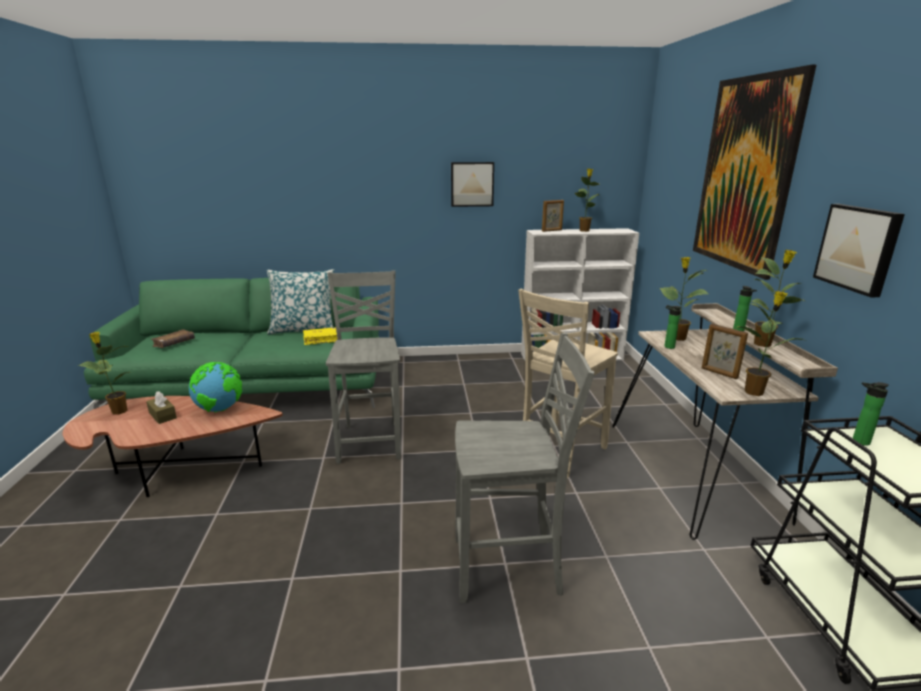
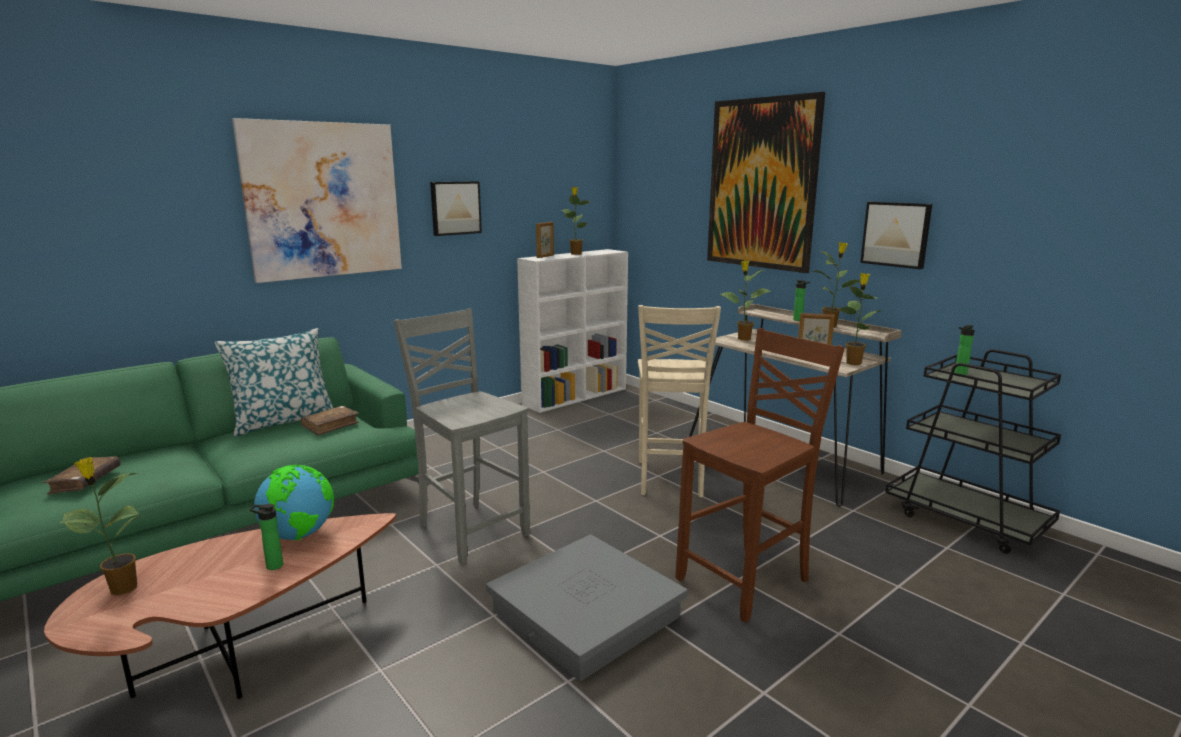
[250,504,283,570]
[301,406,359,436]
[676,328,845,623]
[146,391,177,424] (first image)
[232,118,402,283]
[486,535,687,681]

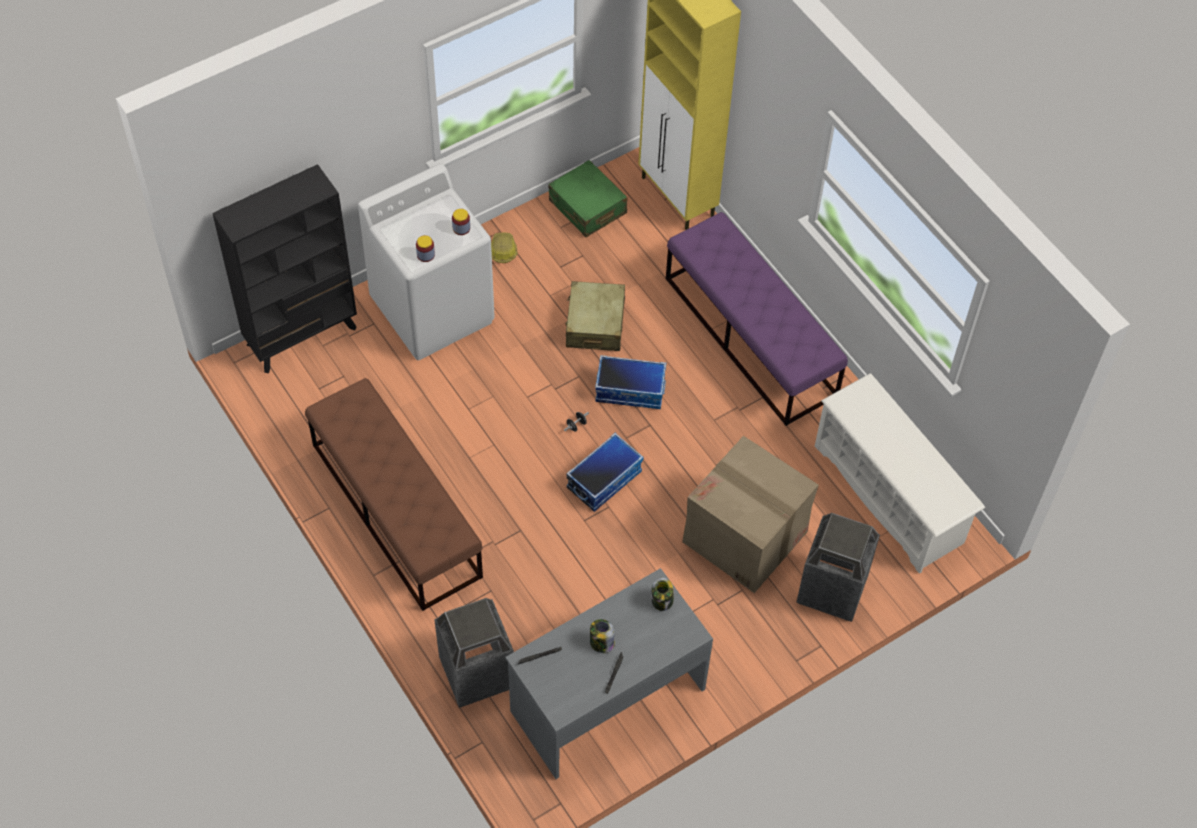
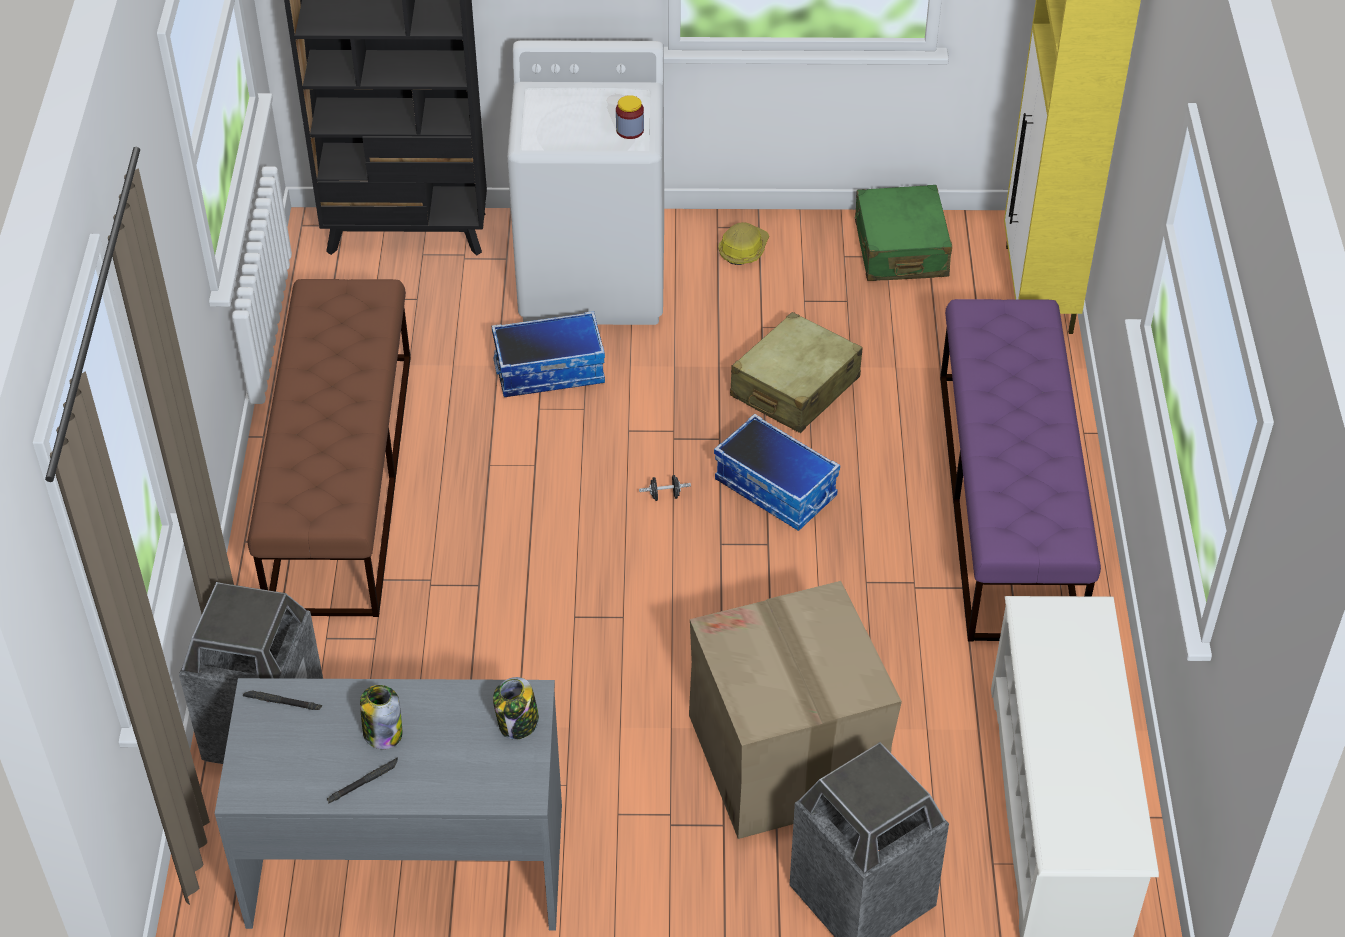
[416,235,435,262] (first image)
[492,311,605,397]

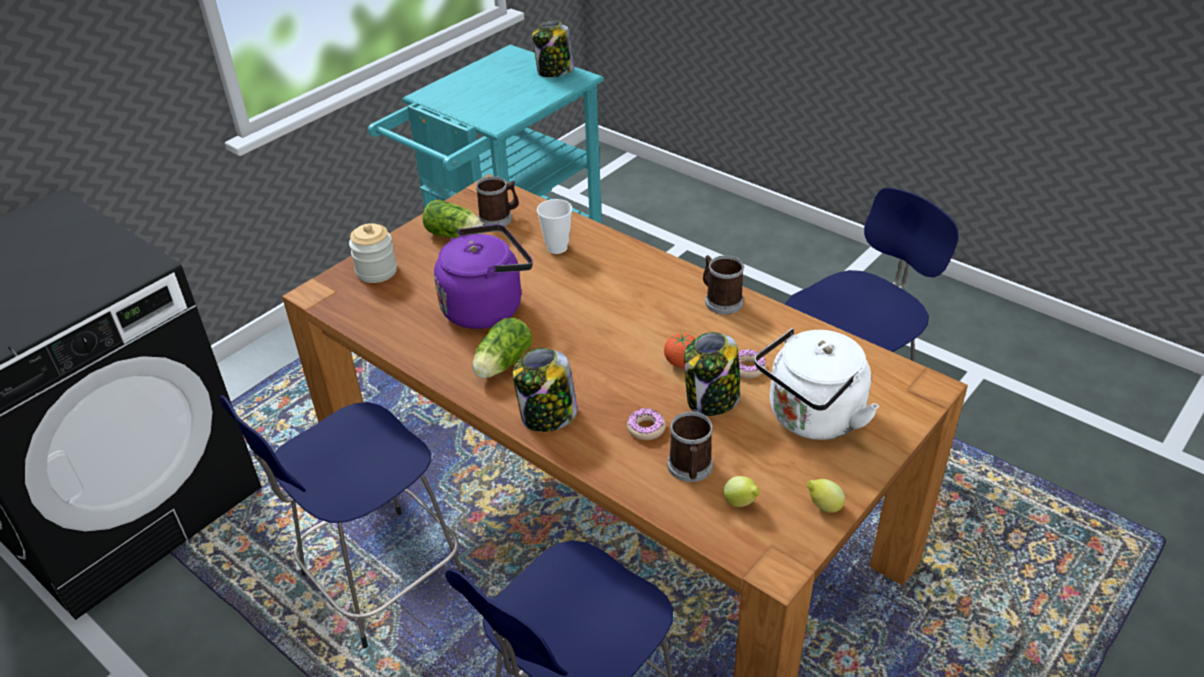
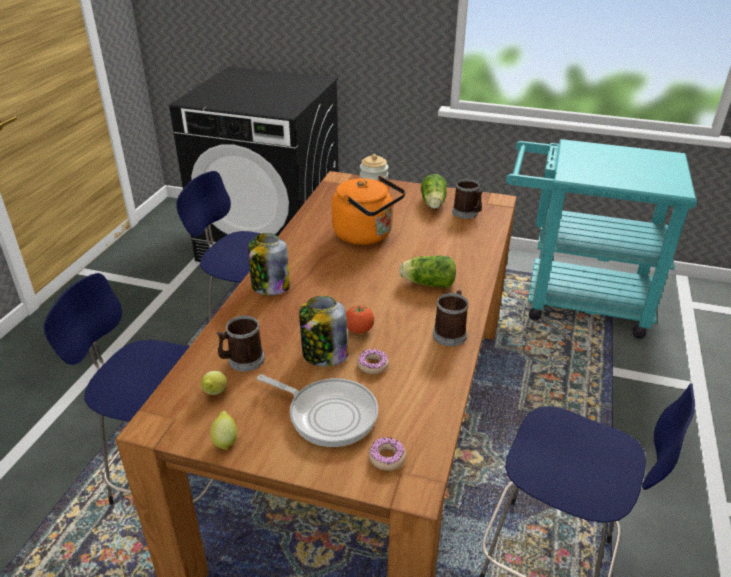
[532,20,574,77] (first image)
[537,199,572,254] (first image)
[332,176,406,245]
[399,256,456,288]
[257,374,378,447]
[368,437,406,471]

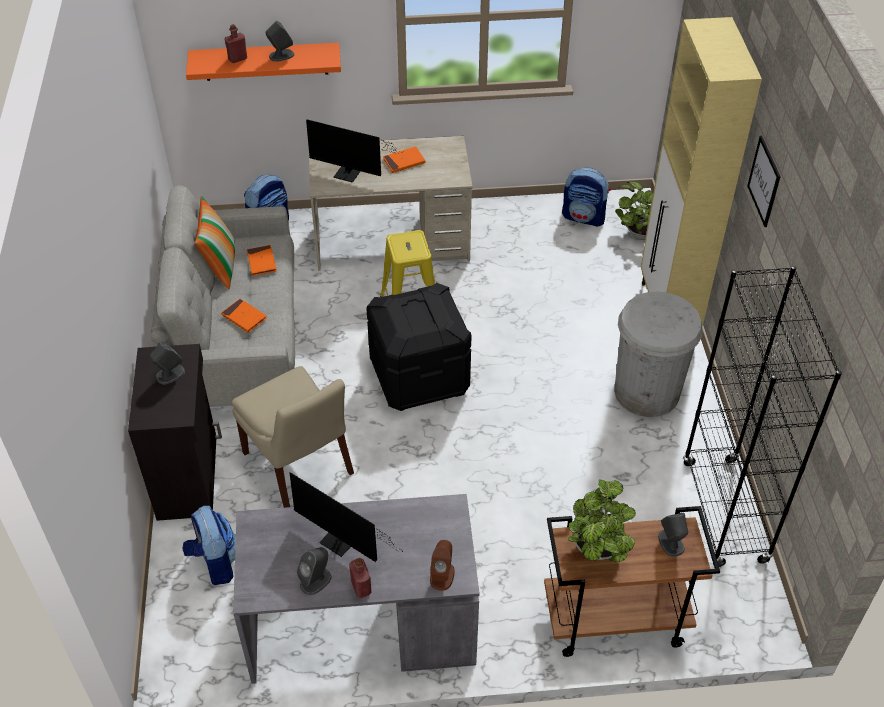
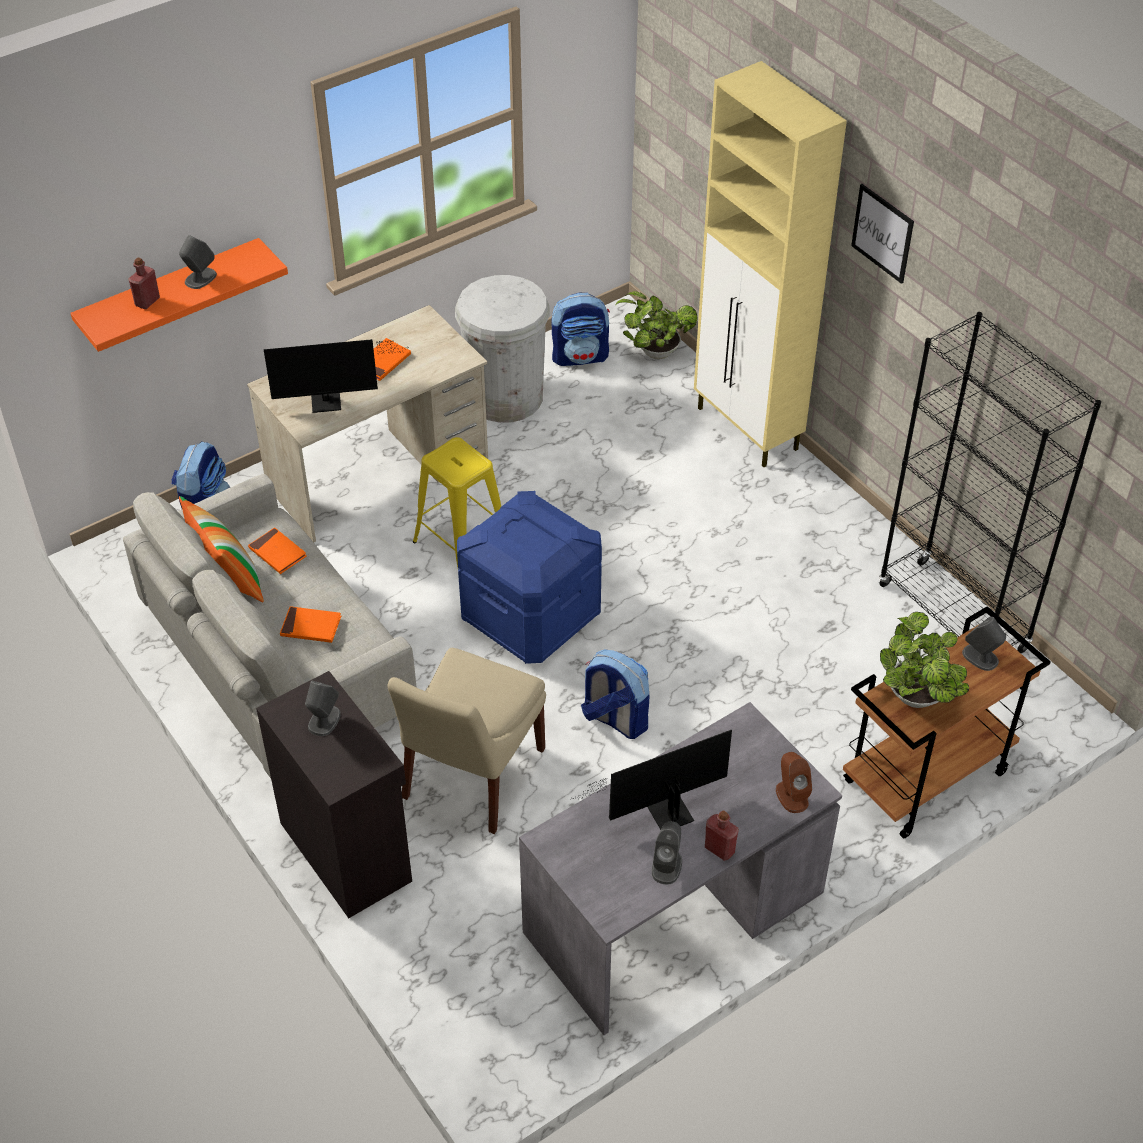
[457,491,602,664]
[455,275,550,423]
[388,648,546,834]
[570,730,732,830]
[581,649,649,739]

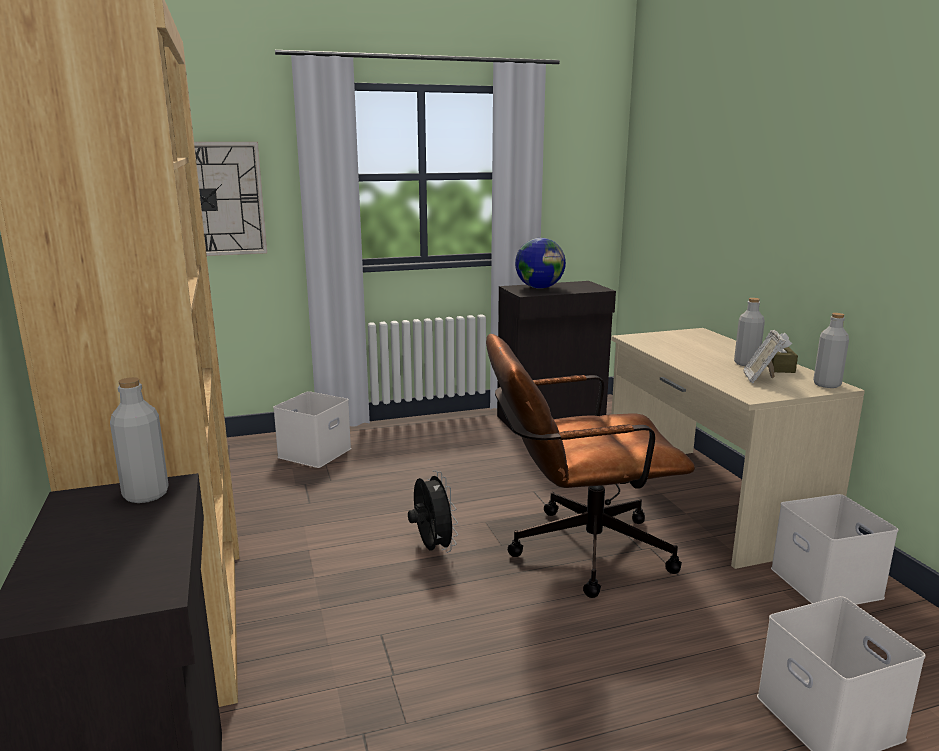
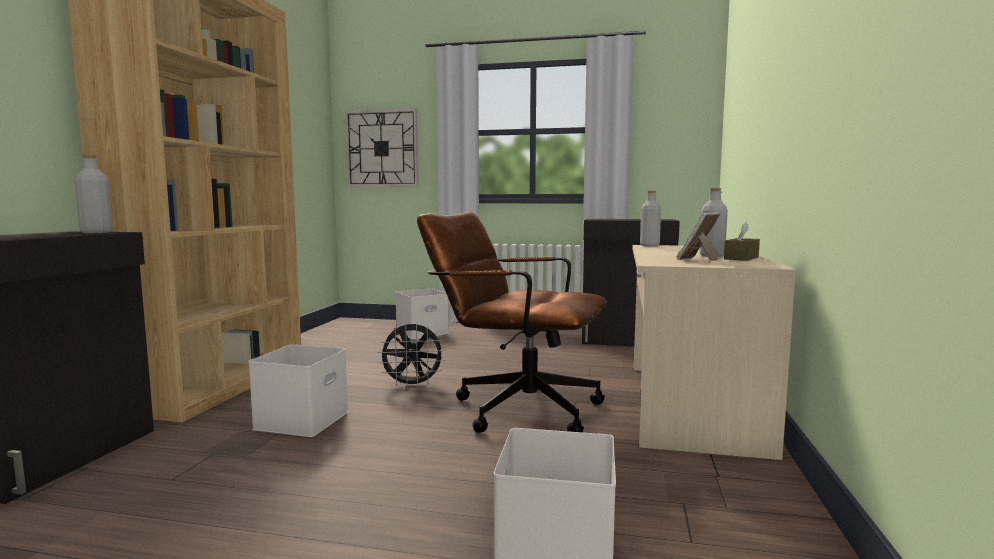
[515,238,566,289] (first image)
[640,191,661,246]
[378,323,446,389]
[248,344,348,437]

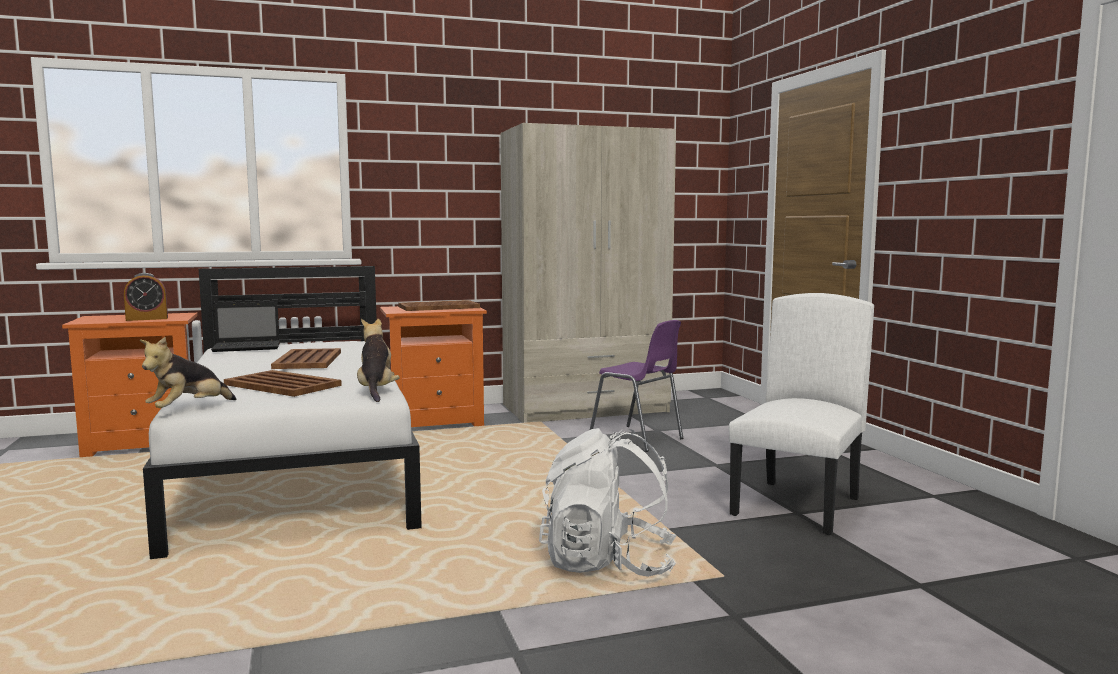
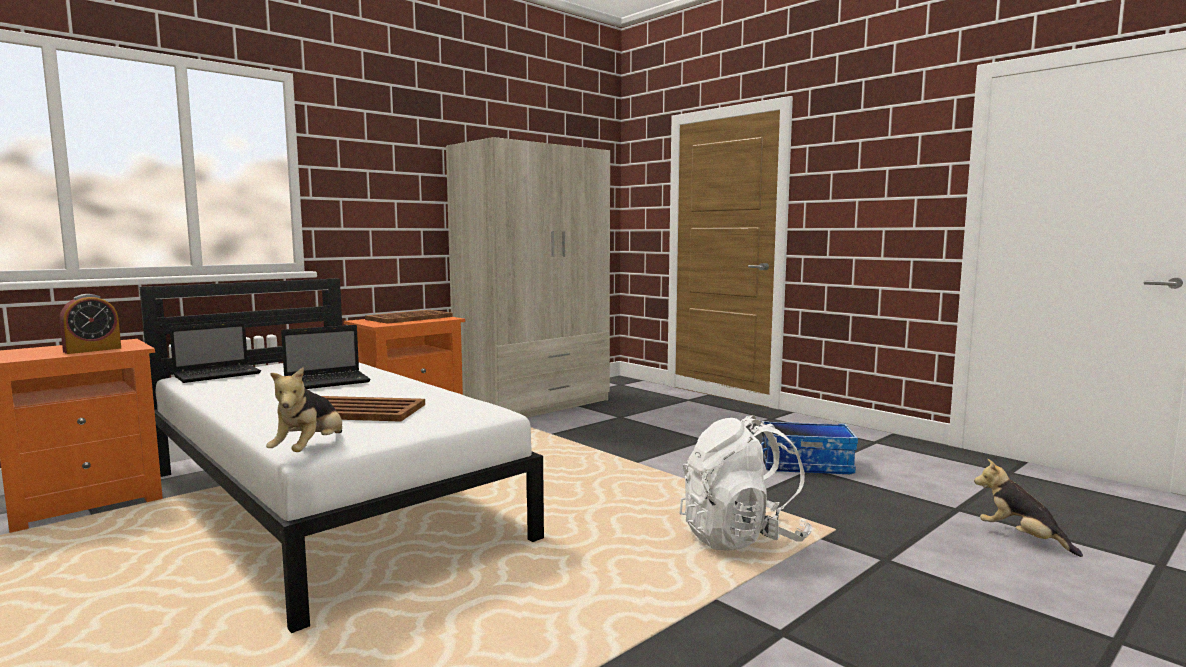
[761,421,858,474]
[974,459,1083,557]
[590,320,683,452] (first image)
[281,325,371,389]

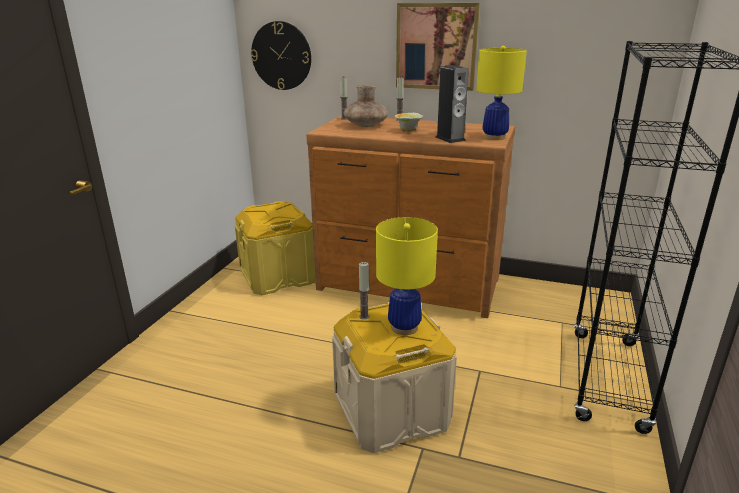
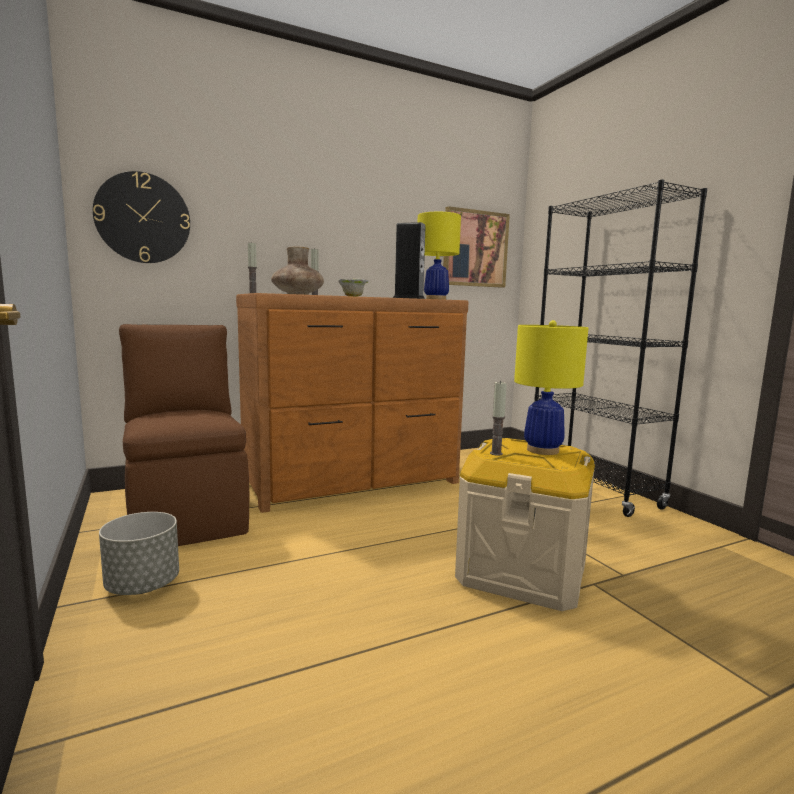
[443,206,510,288]
[119,324,249,546]
[99,512,179,595]

